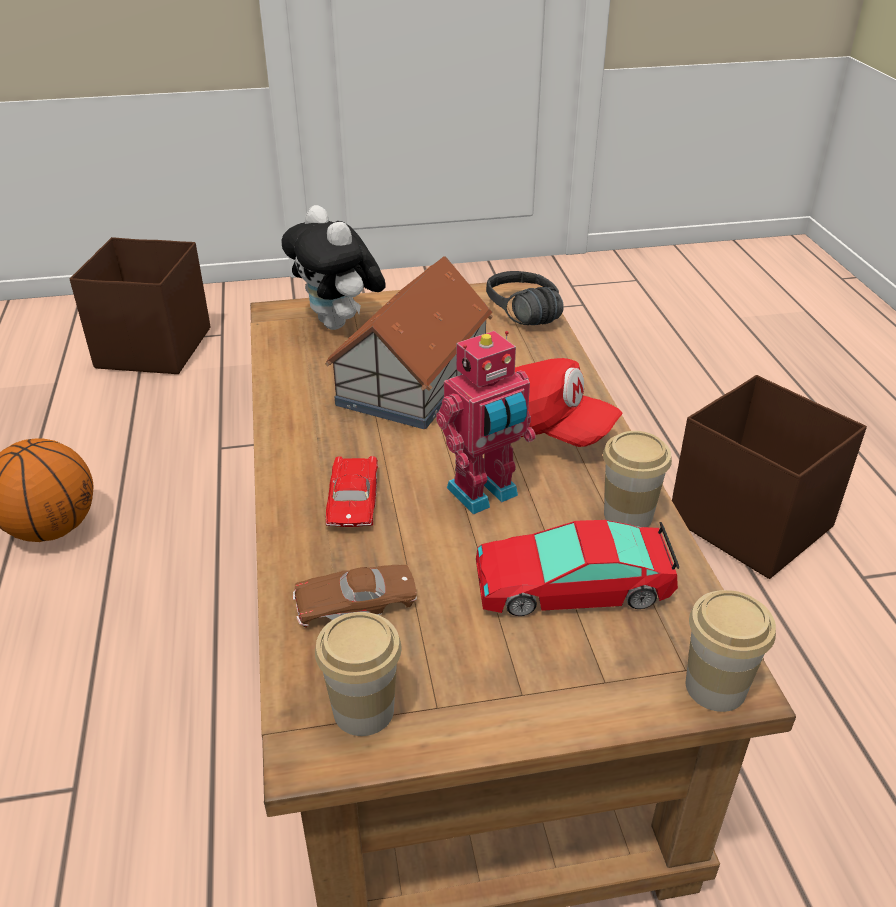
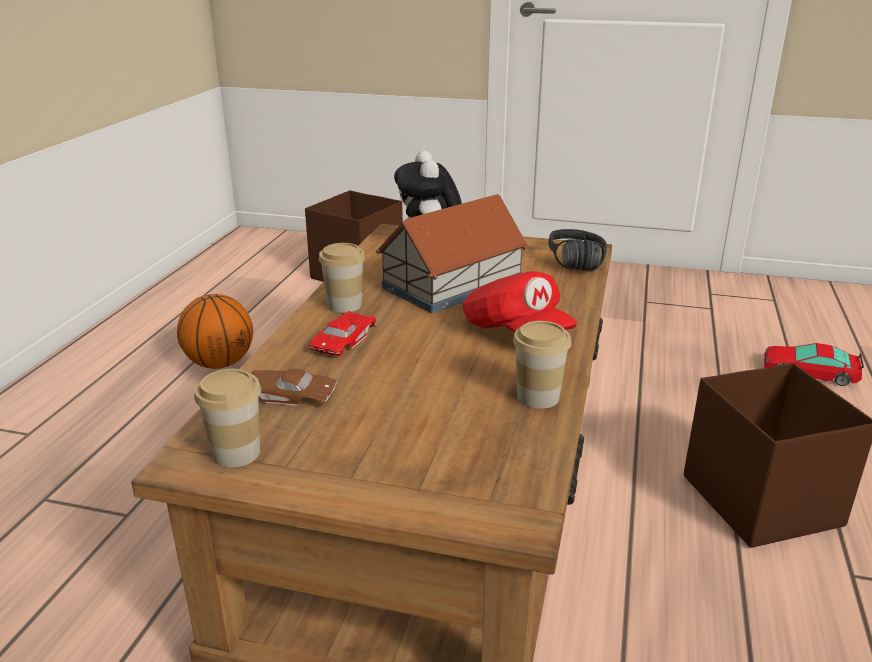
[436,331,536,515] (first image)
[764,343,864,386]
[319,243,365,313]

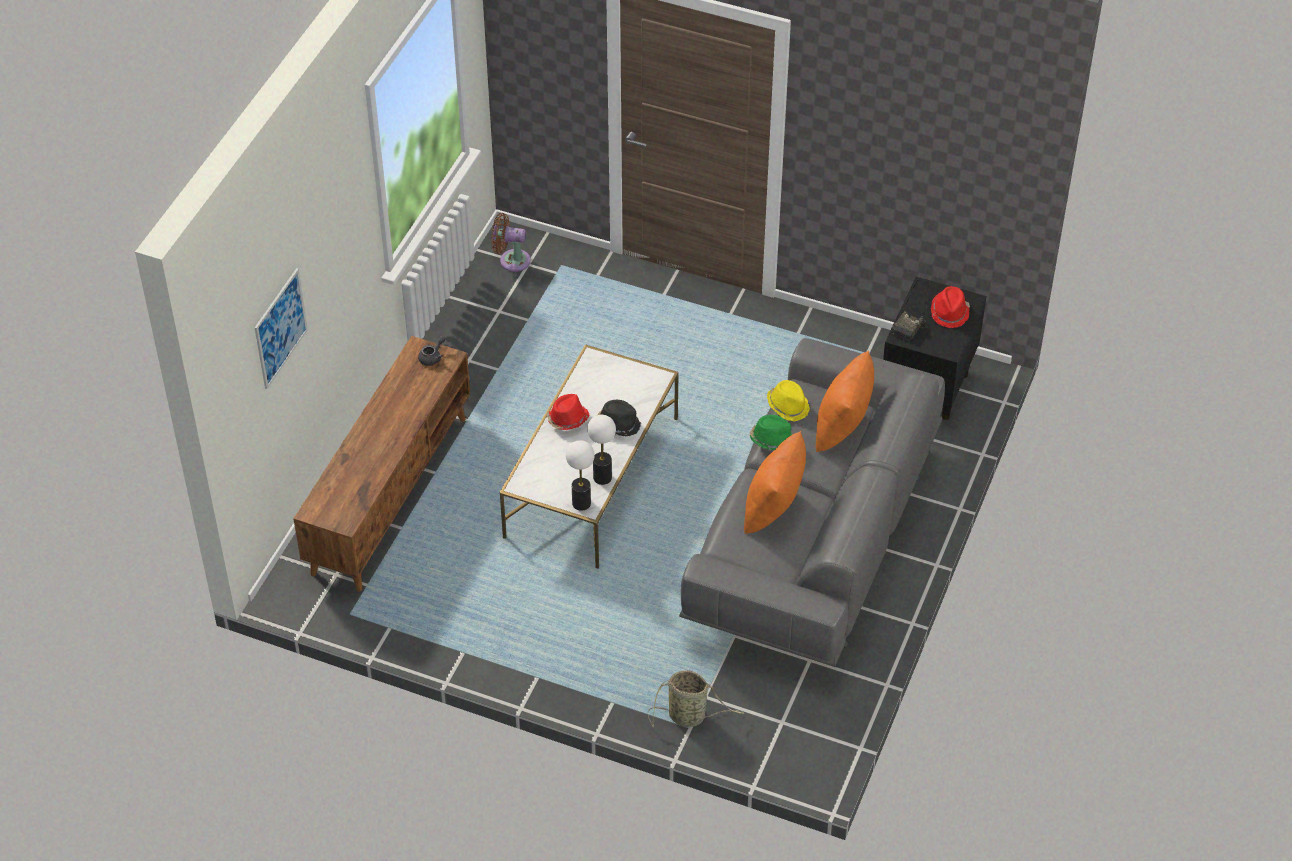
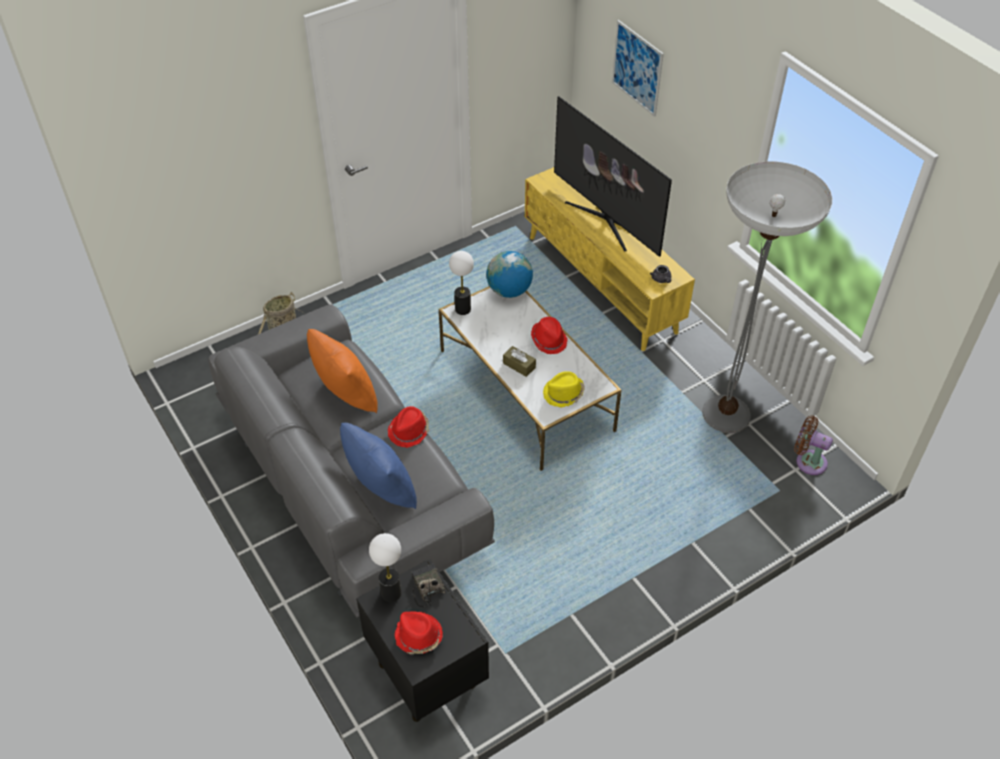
[794,416,833,475]
[525,167,695,351]
[340,423,417,509]
[543,371,585,407]
[503,346,536,377]
[369,533,401,602]
[388,406,429,448]
[554,96,672,257]
[702,161,832,433]
[486,251,533,298]

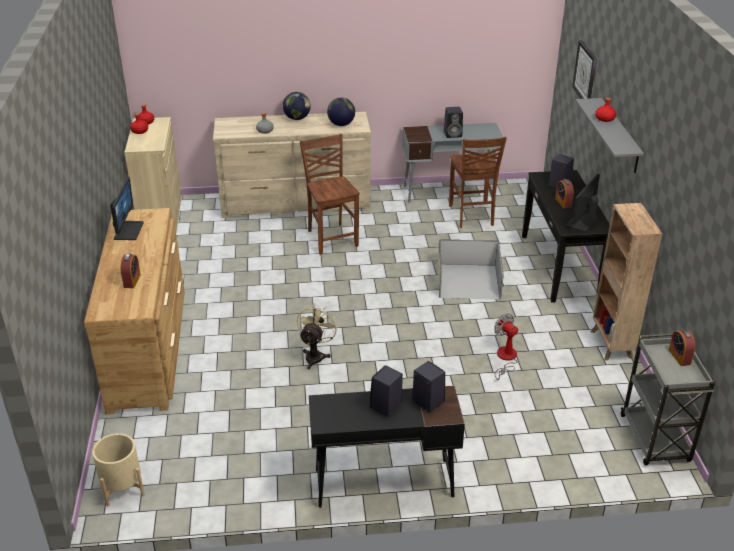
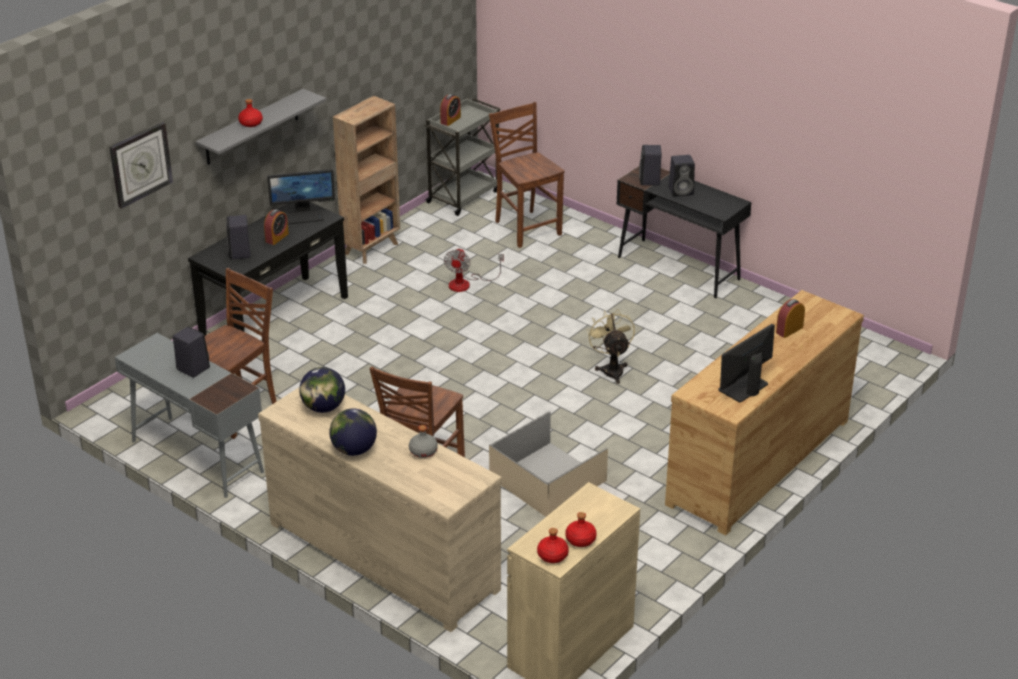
[489,411,608,517]
[587,309,635,384]
[92,433,145,506] (first image)
[489,102,564,248]

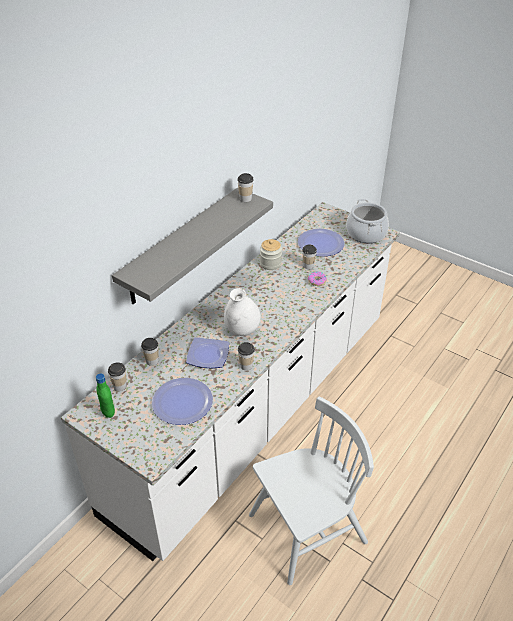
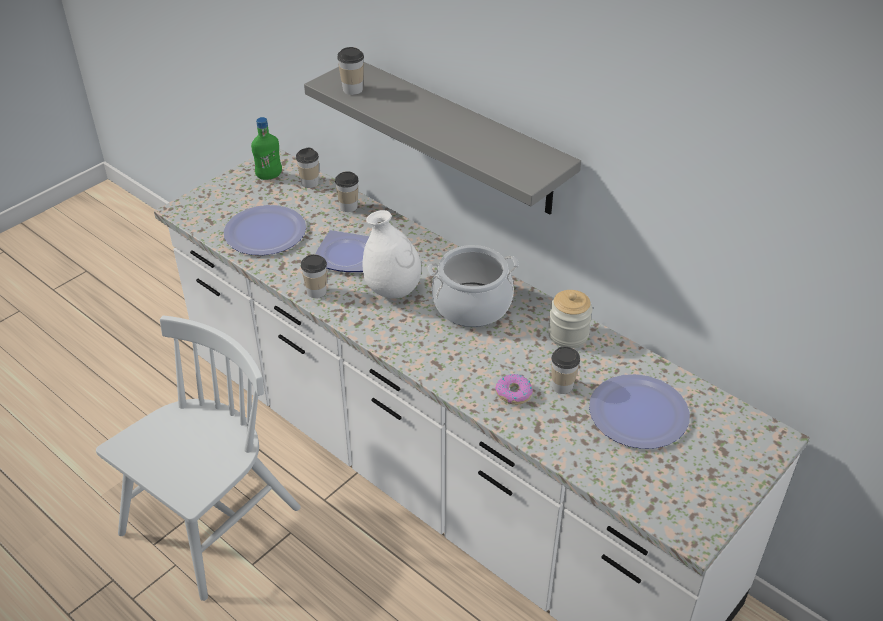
[337,47,364,95]
[428,245,519,327]
[96,316,301,601]

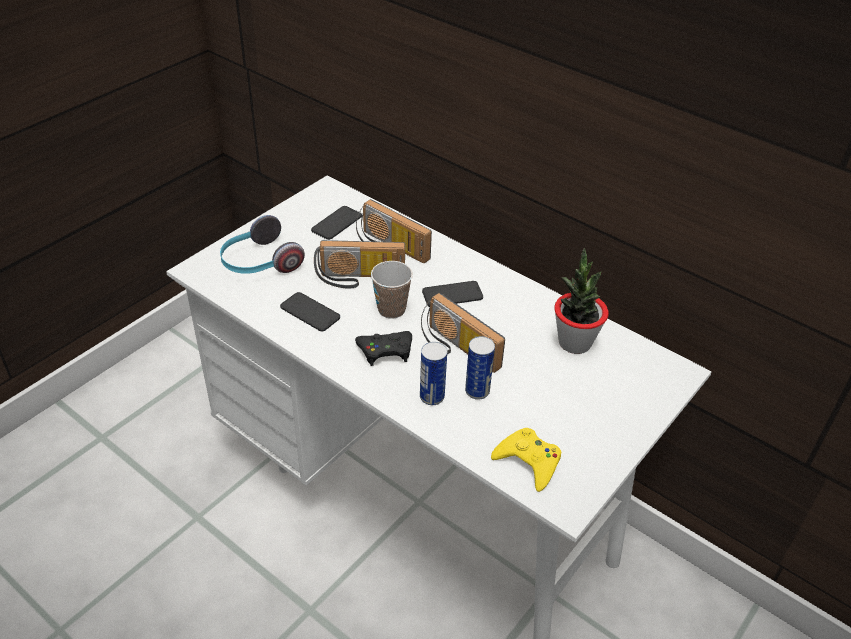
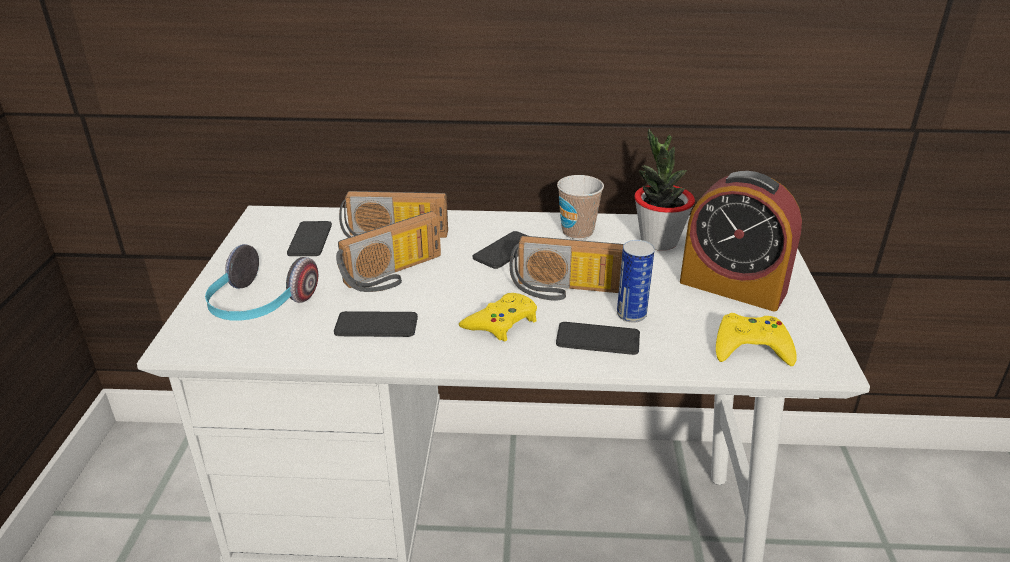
[557,175,604,240]
[459,293,537,341]
[556,322,640,355]
[680,171,802,311]

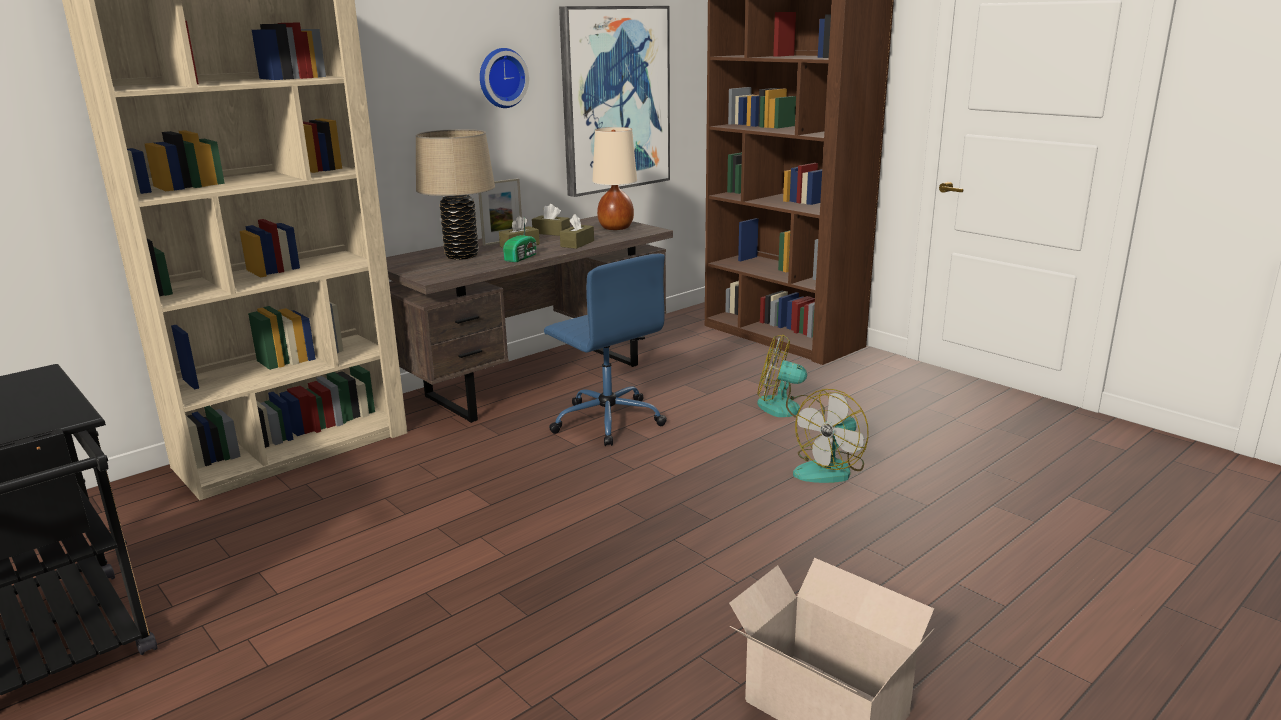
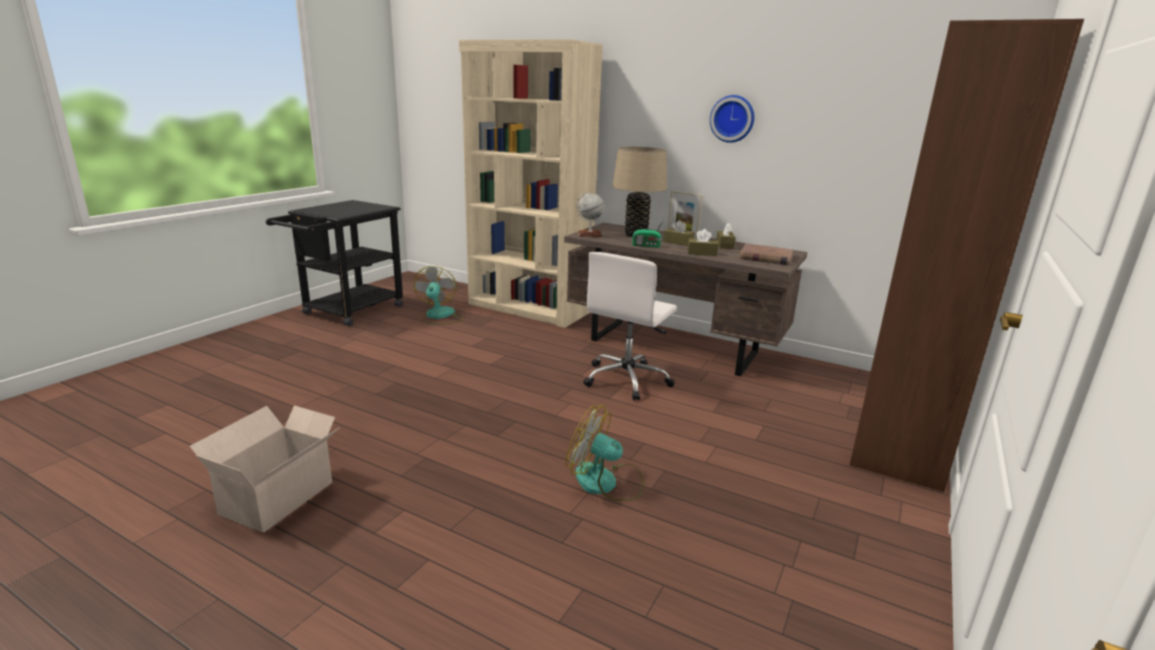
[559,6,670,197] (first image)
[740,243,794,265]
[583,252,677,400]
[413,266,464,325]
[576,192,604,237]

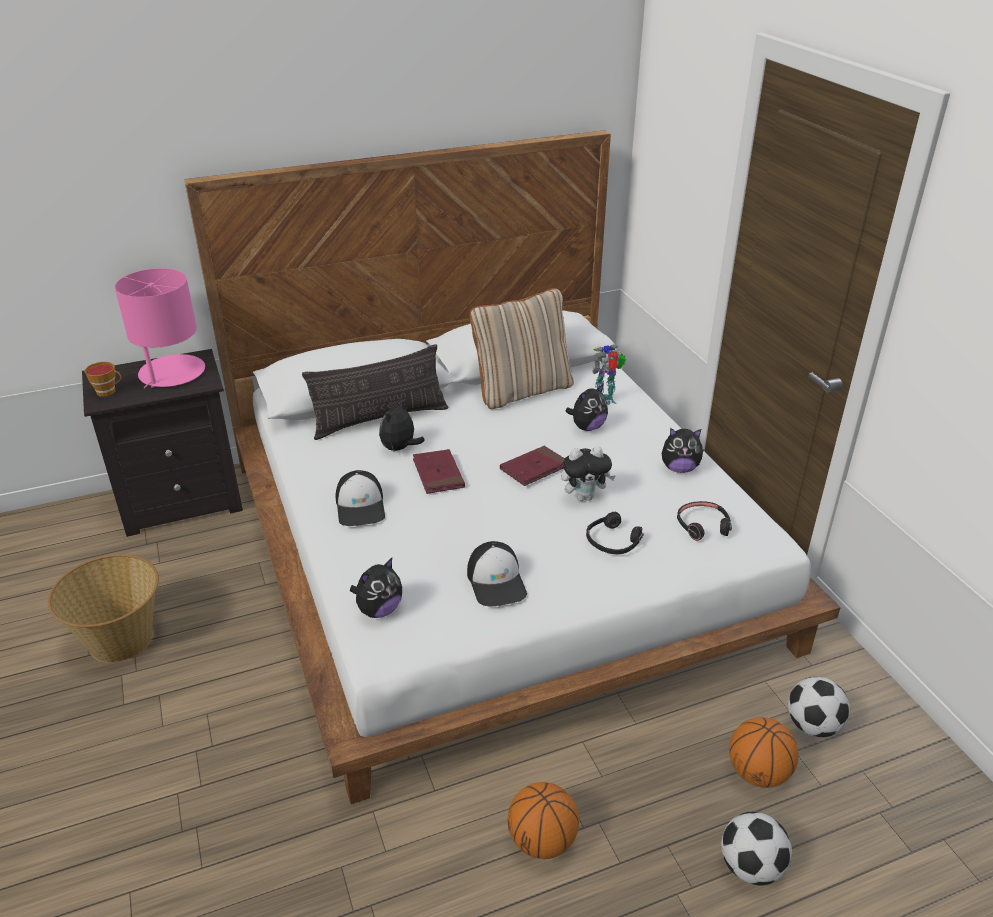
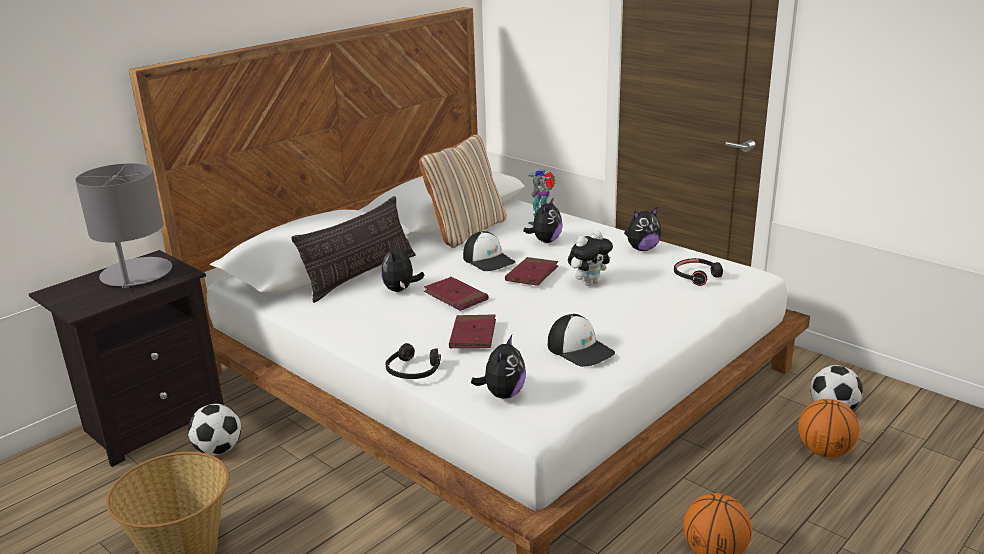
[75,163,172,288]
[84,362,122,397] (first image)
[463,231,515,271]
[386,343,441,379]
[188,404,241,455]
[449,314,496,349]

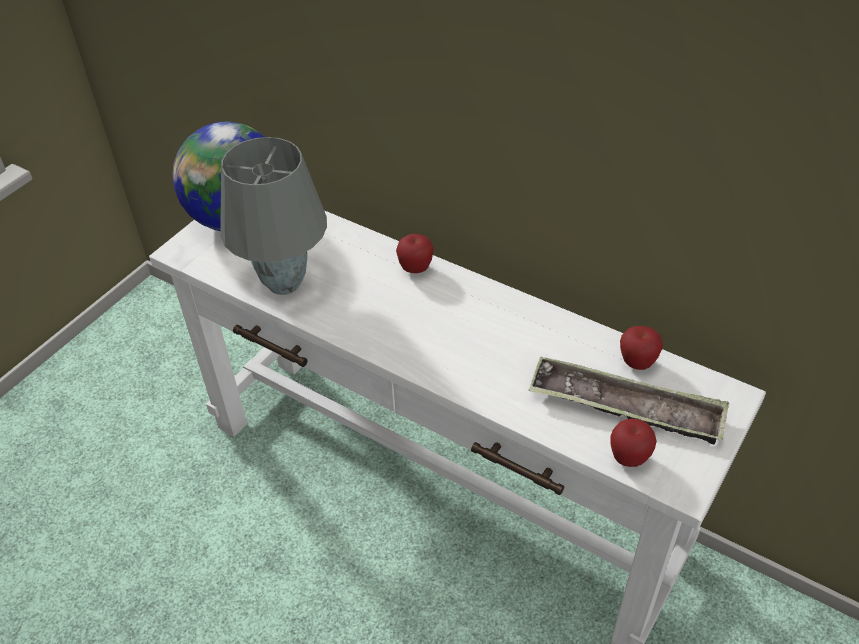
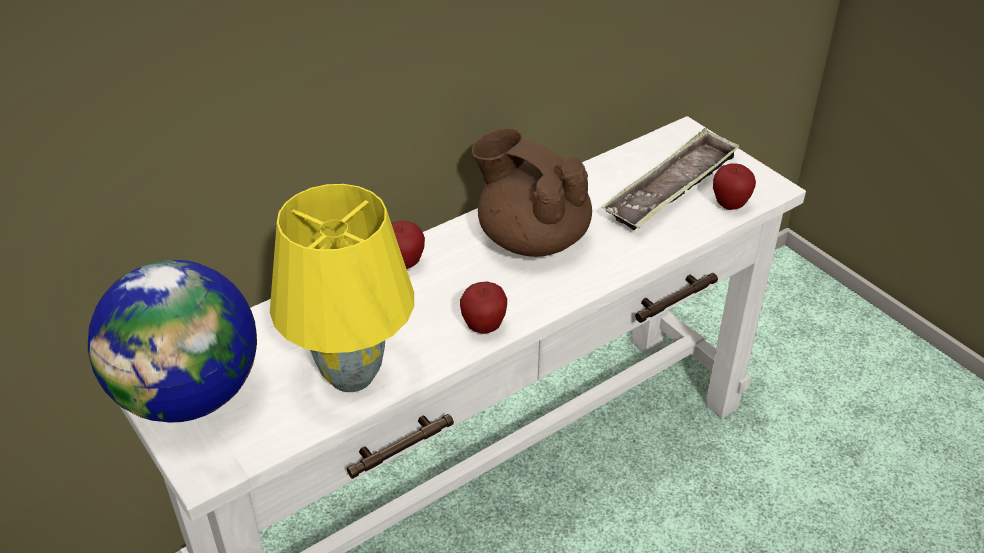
[270,184,414,392]
[460,282,507,334]
[472,129,592,257]

